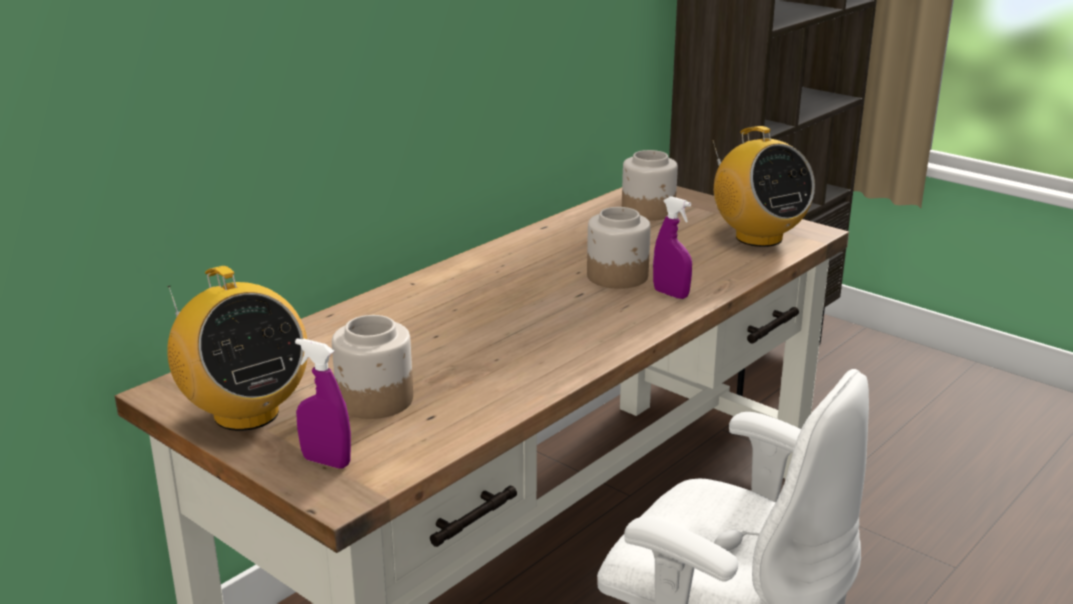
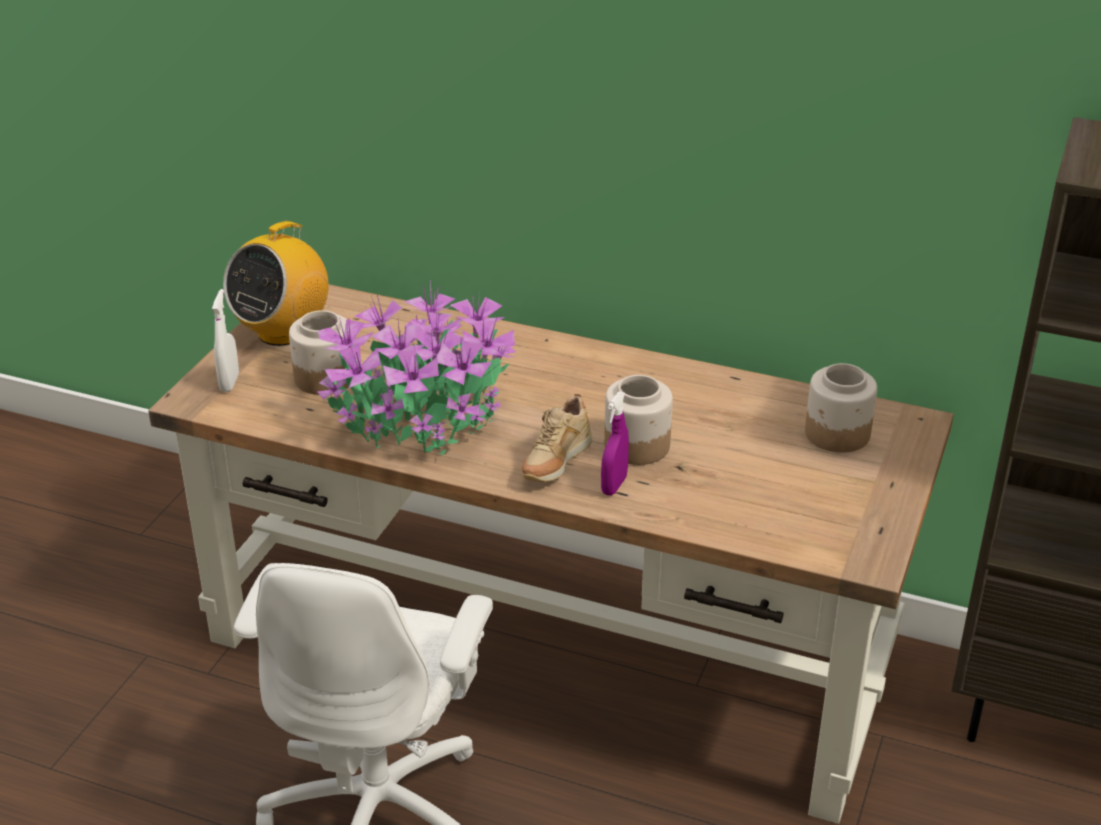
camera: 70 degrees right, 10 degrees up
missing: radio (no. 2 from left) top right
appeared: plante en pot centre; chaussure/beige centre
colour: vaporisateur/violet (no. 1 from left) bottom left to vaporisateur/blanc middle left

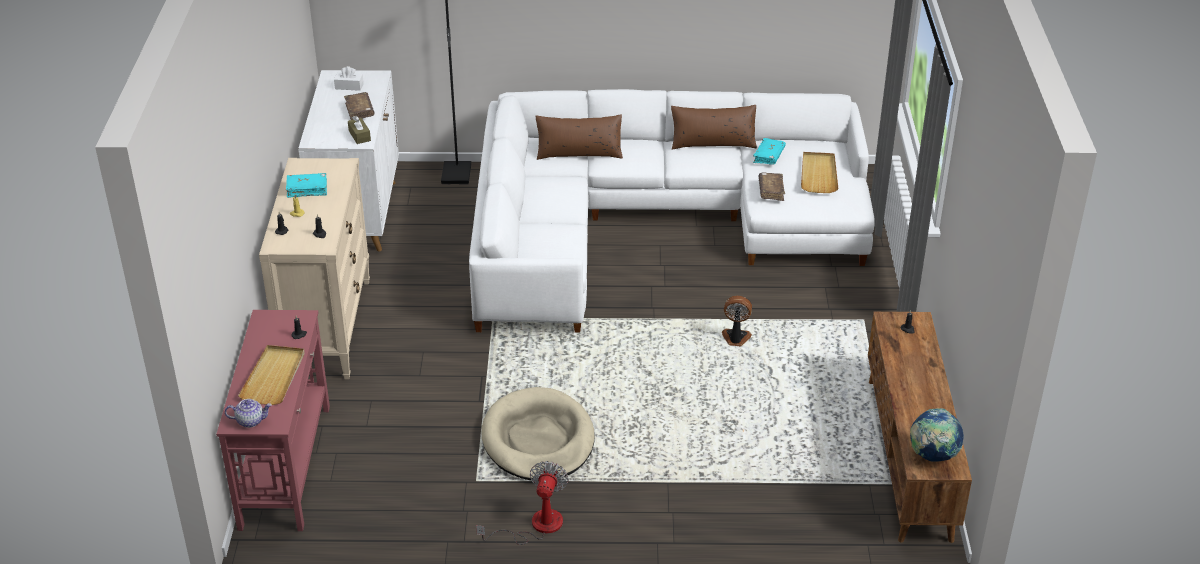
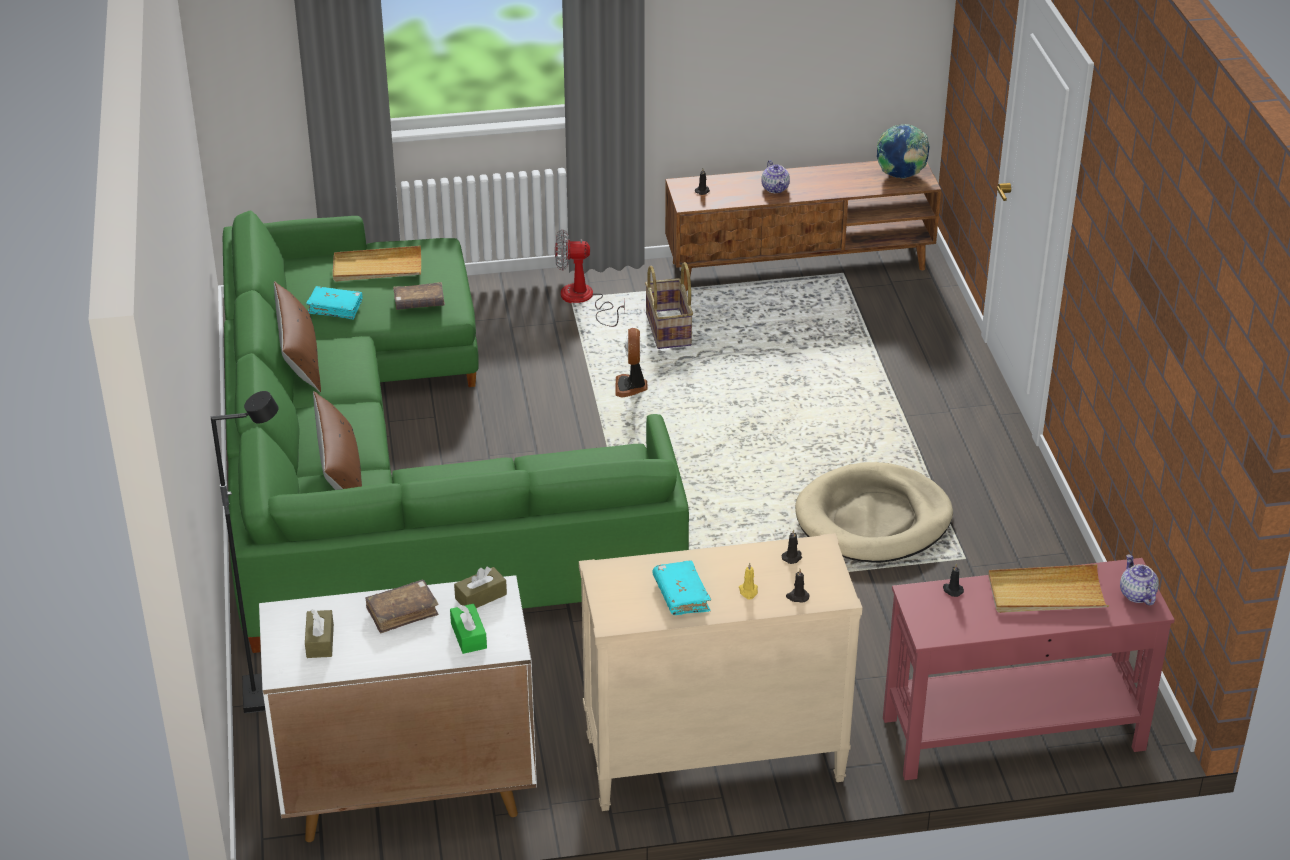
camera: 100 degrees left, 0 degrees up
appeared: théière (no. 1 from left) top centre; panier centre; boîte à mouchoirs/vert bottom centre
relocated: ventilateur (no. 1 from left) bottom centre to top centre
colour: boîte à mouchoirs/blanc top left to boîte à mouchoirs/marron (no. 1 from left) bottom left; canapé/blanc centre to canapé/vert centre

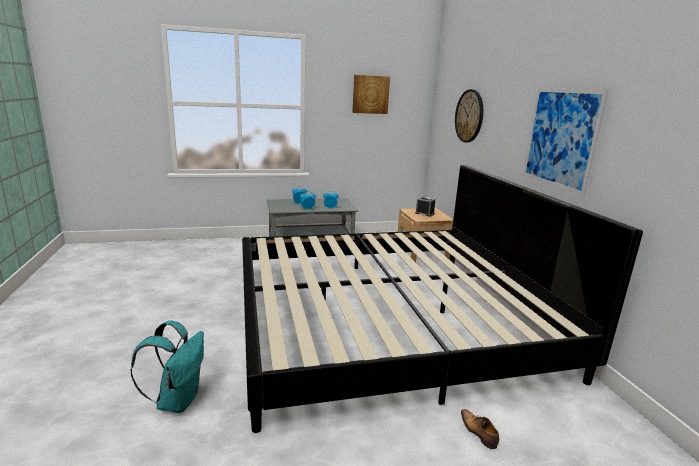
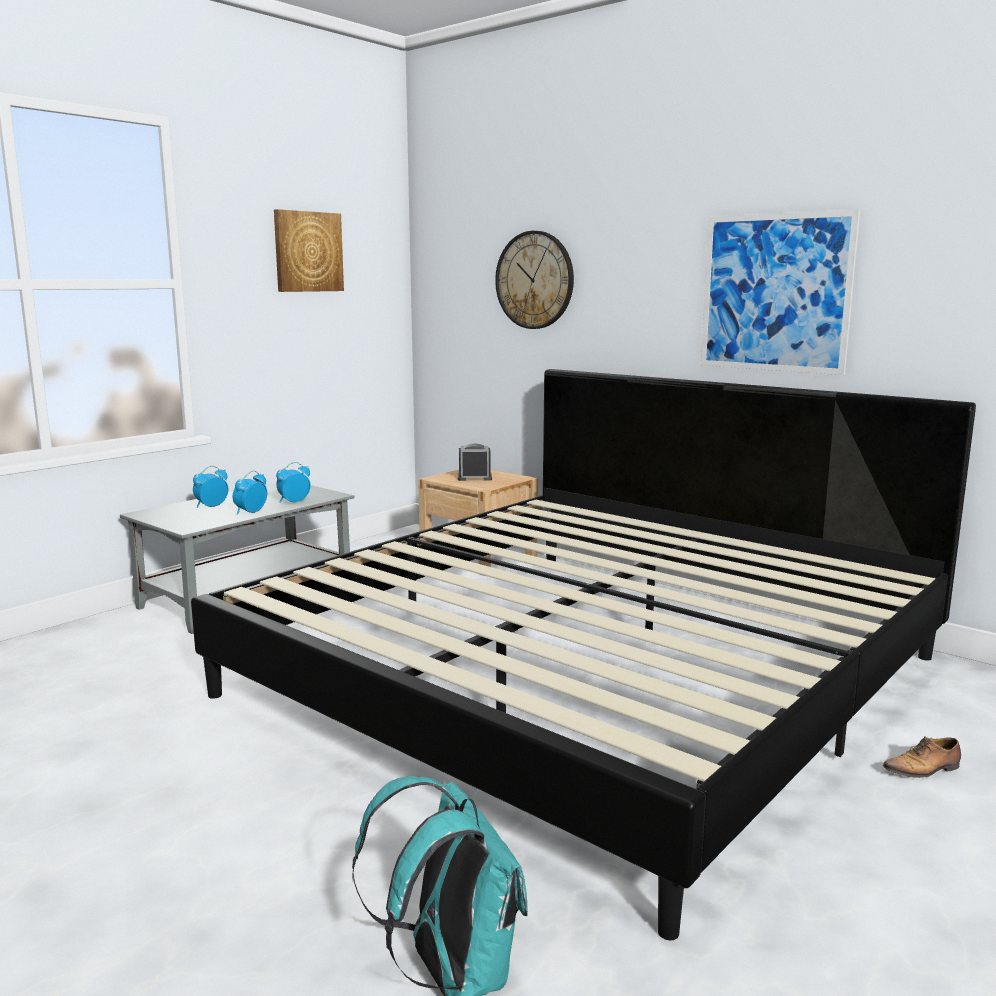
camera: 35 degrees left, 5 degrees down
spun: chaussure bottom right = bottom right 45 degrees counterclockwise

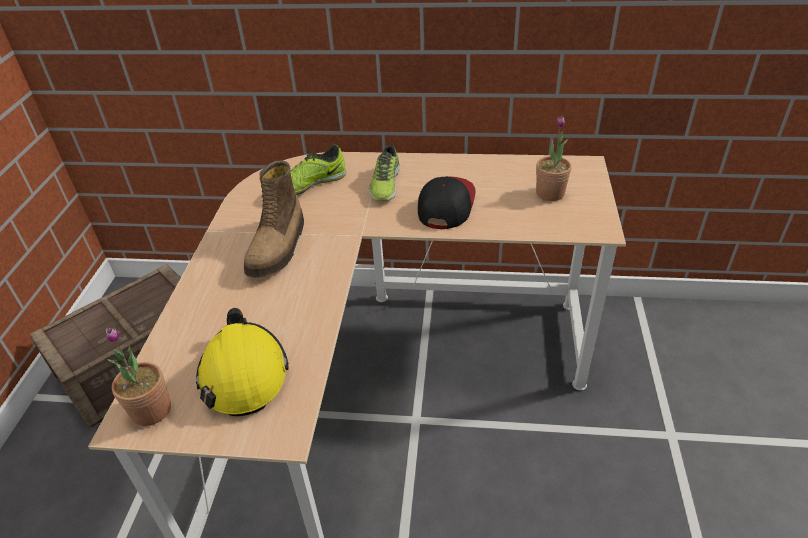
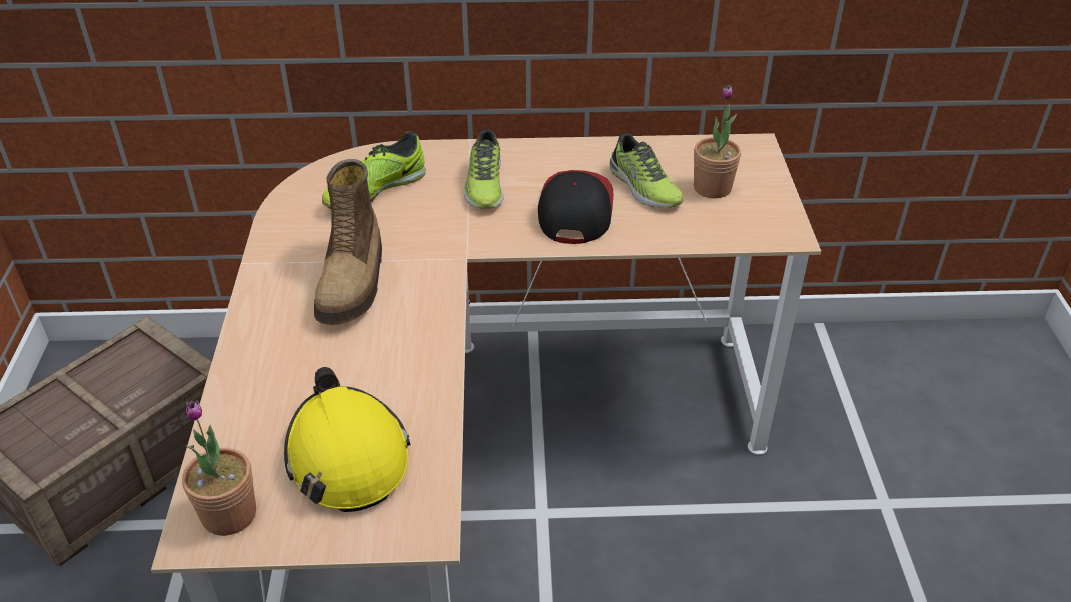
camera: 10 degrees left, 0 degrees up
appeared: chaussure (no. 3 from left) top centre

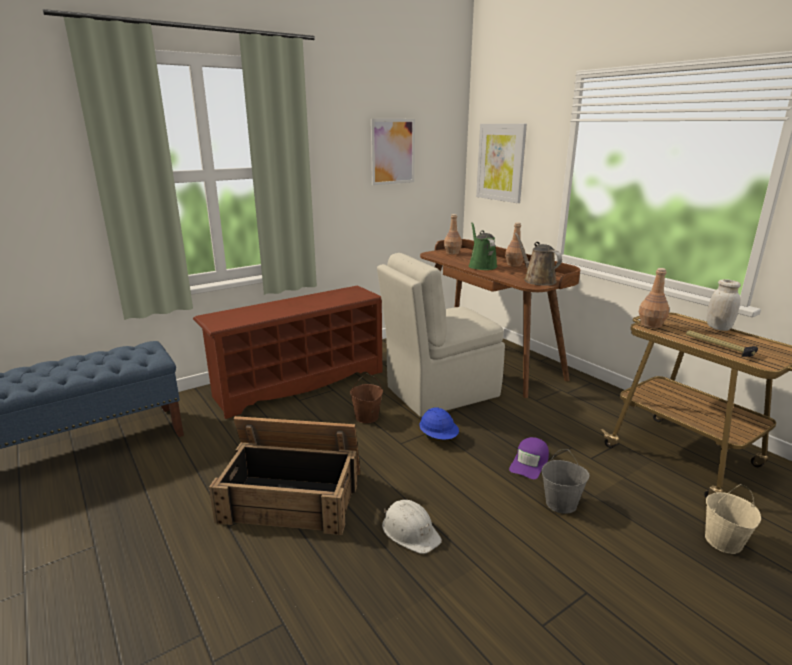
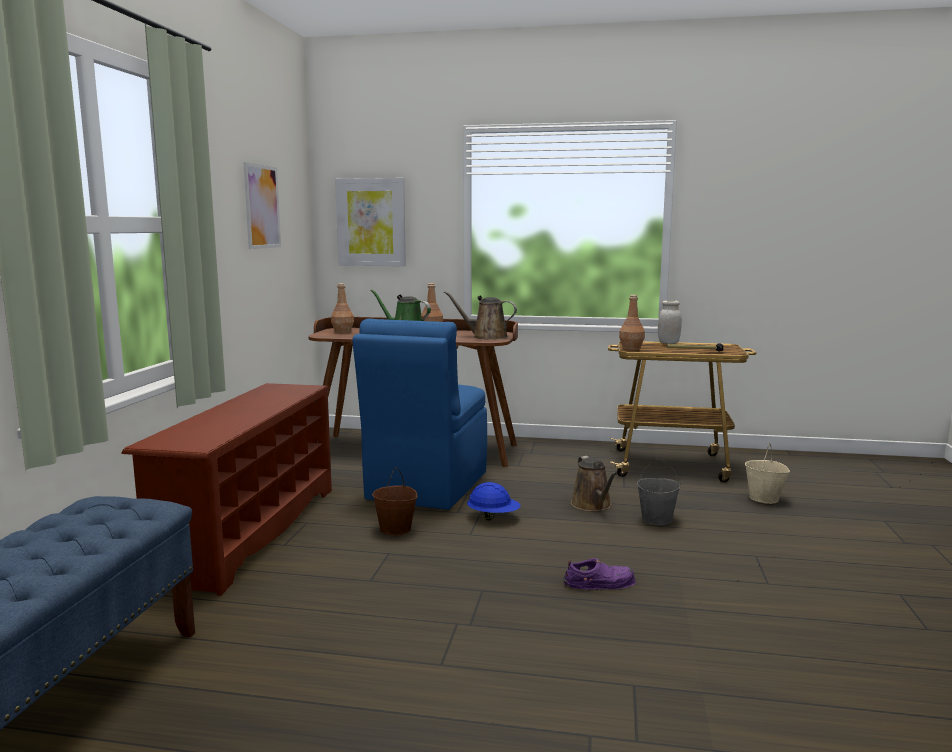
camera: 45 degrees left, 10 degrees down
missing: caisse bottom centre
exchanged: casquette/violet bottom right to arrosoir/marron (no. 2 from left) centre; casque de chantier/blanc bottom centre to chaussure/violet bottom centre
colour: chaise/beige centre to chaise/bleu centre

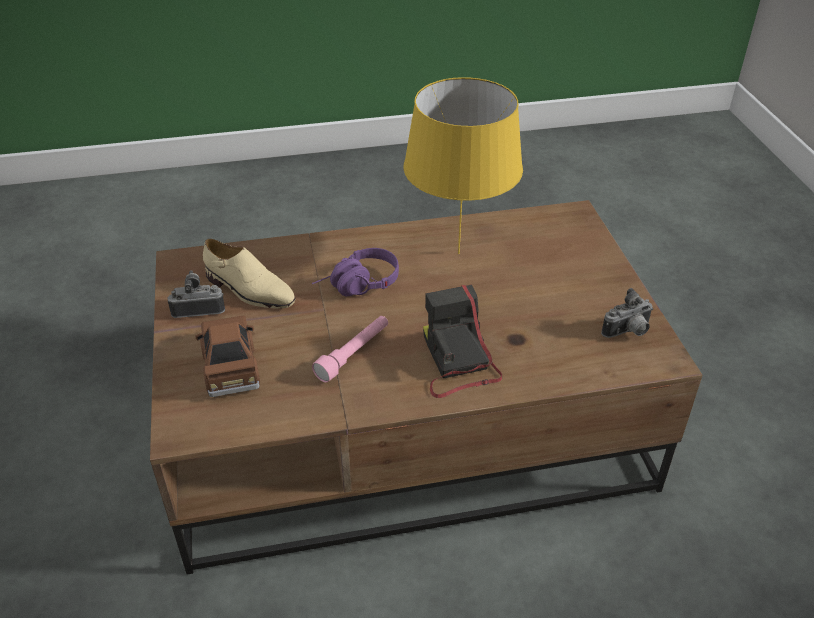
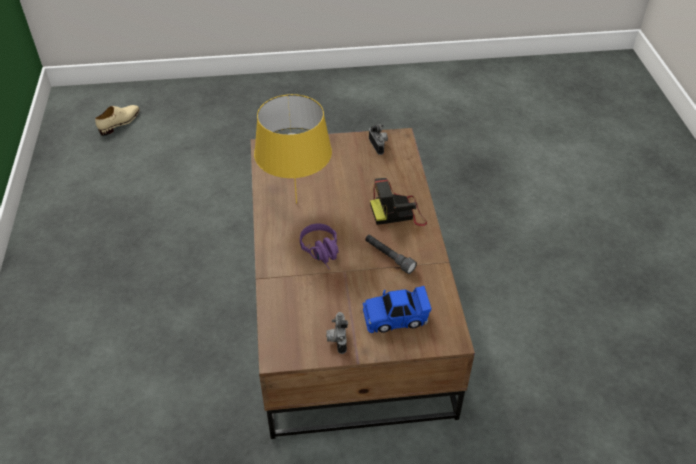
camera: 85 degrees left, 5 degrees up
relocated: chaussure/beige middle left to top left
colour: petite voiture/marron middle left to petite voiture/bleu centre; lampe de poche/rose centre to lampe de poche/gris centre

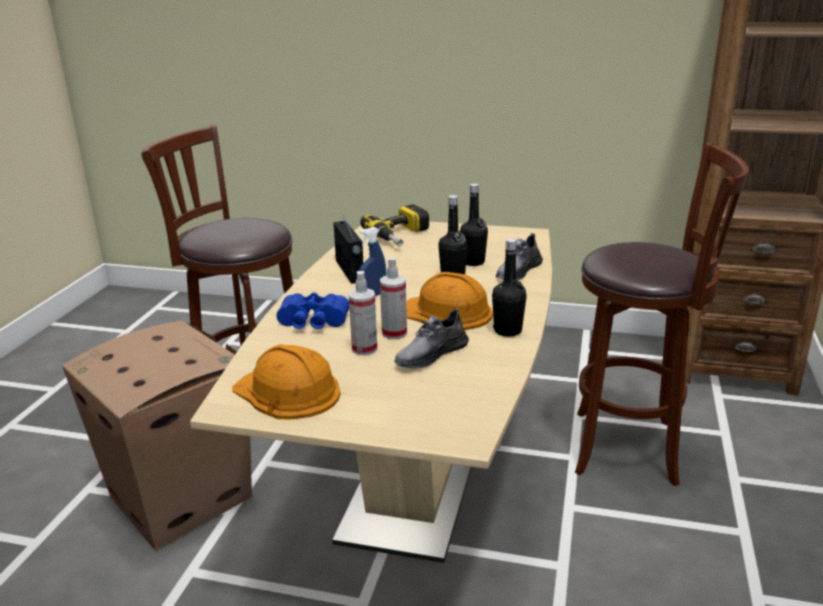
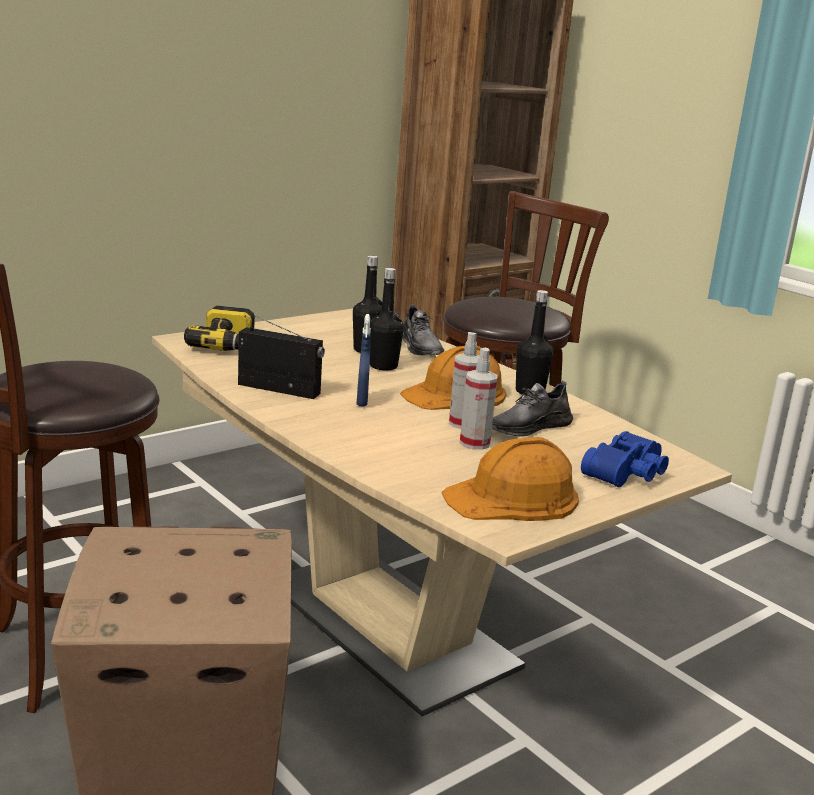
camera: 55 degrees left, 5 degrees down
relocated: jumelles/bleu centre to middle right
spun: chaussure/gris (no. 1 from left in the first image) centre = centre 60 degrees clockwise

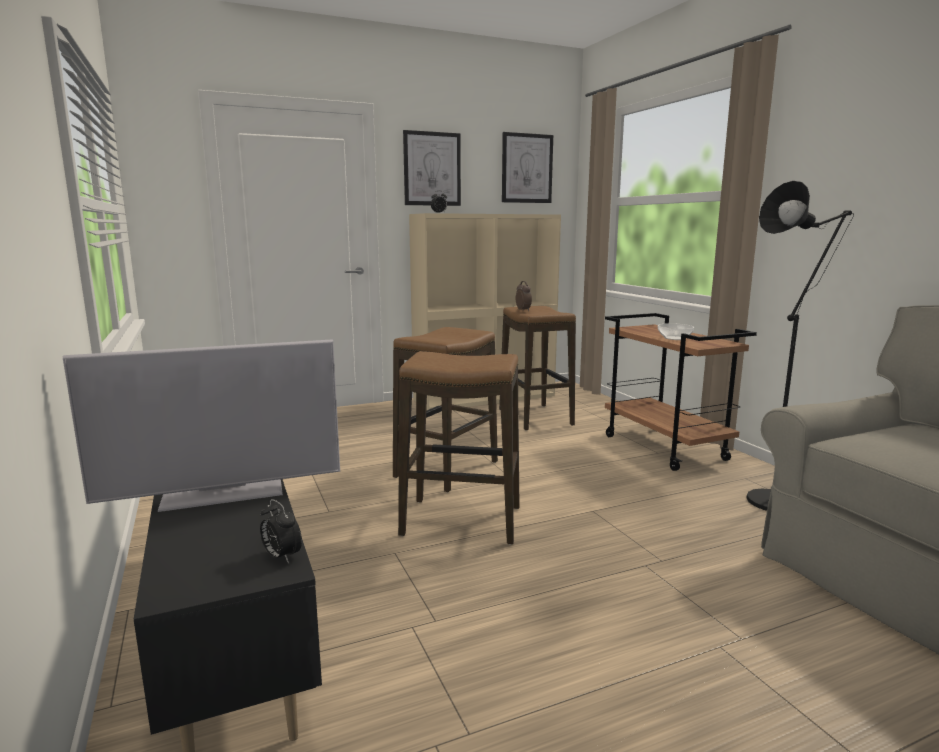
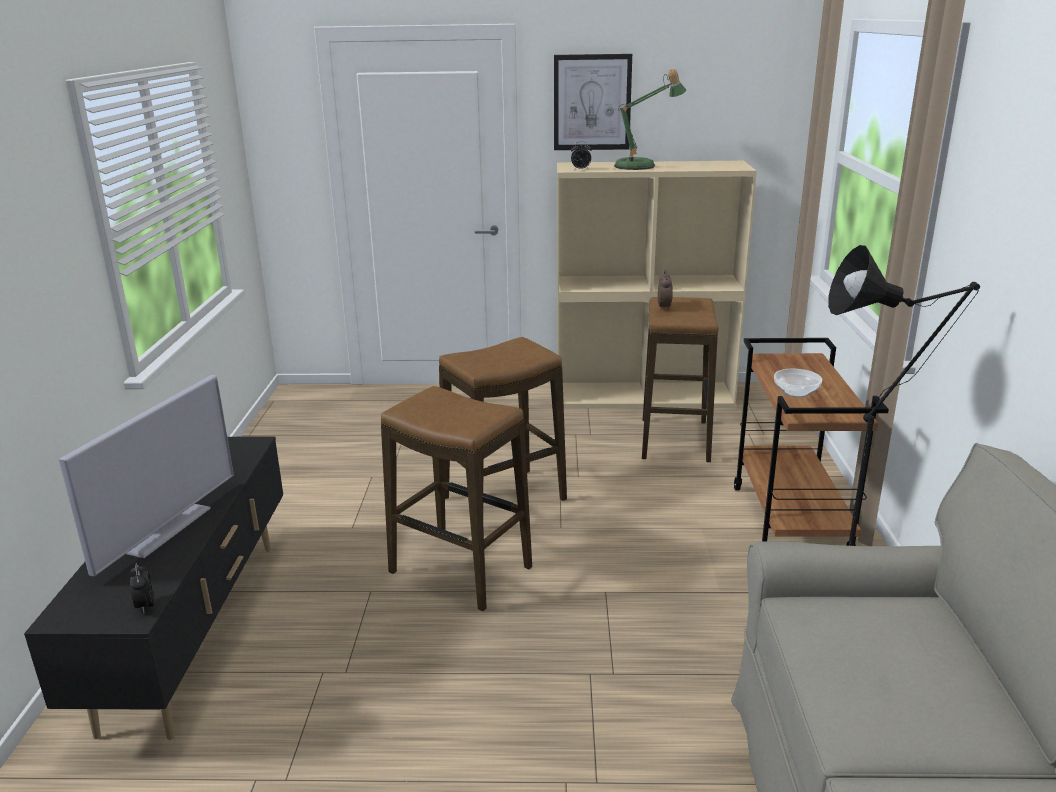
camera: 25 degrees right, 10 degrees up
missing: tableau (no. 2 from left) top centre
appeared: lampe de table top centre
spun: téléviseur middle left = middle left 75 degrees counterclockwise

